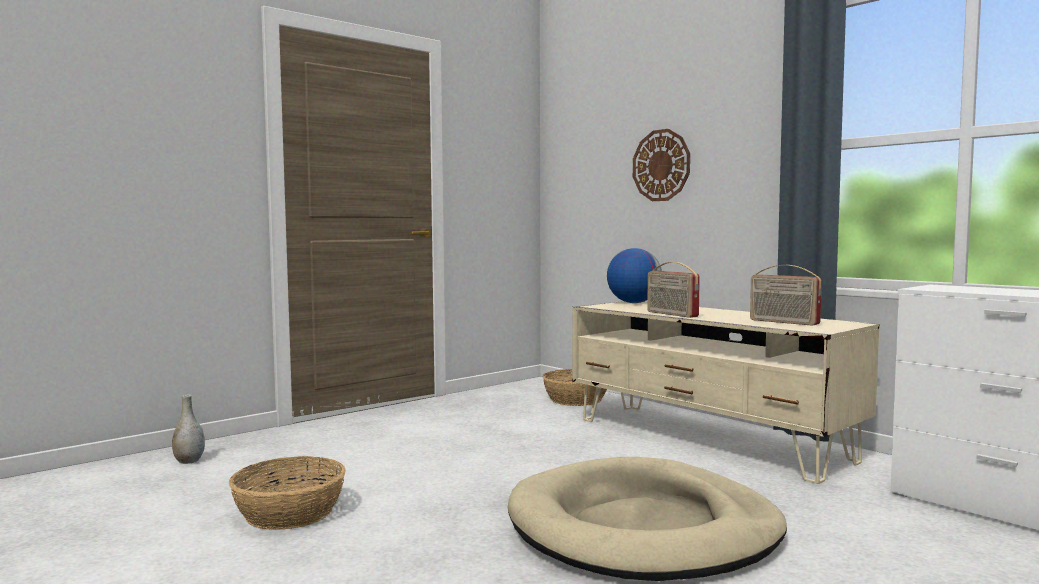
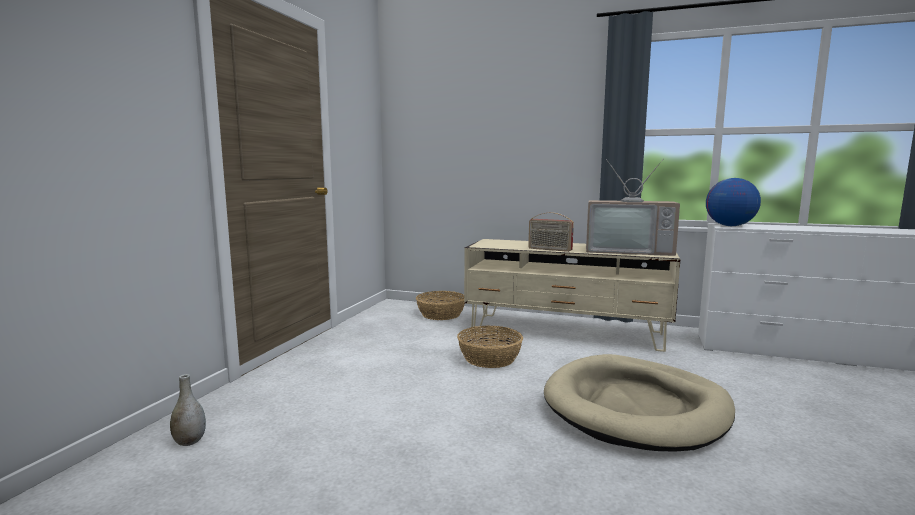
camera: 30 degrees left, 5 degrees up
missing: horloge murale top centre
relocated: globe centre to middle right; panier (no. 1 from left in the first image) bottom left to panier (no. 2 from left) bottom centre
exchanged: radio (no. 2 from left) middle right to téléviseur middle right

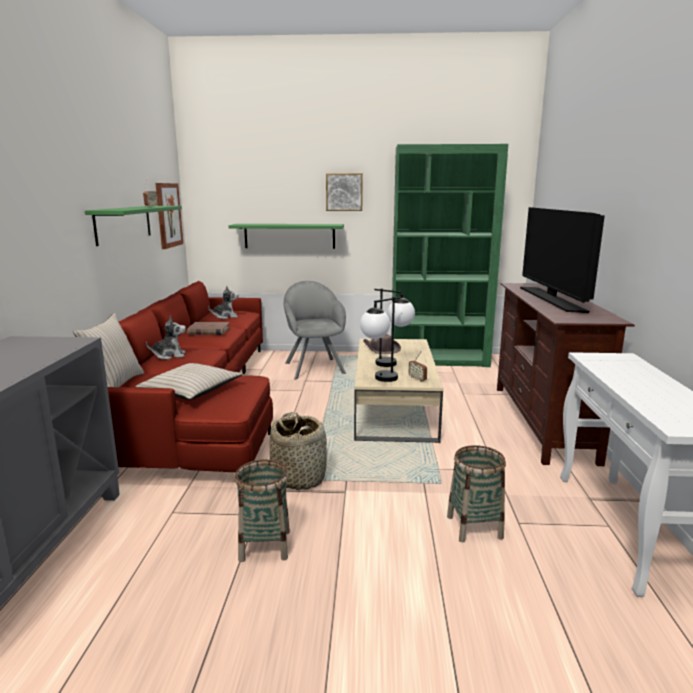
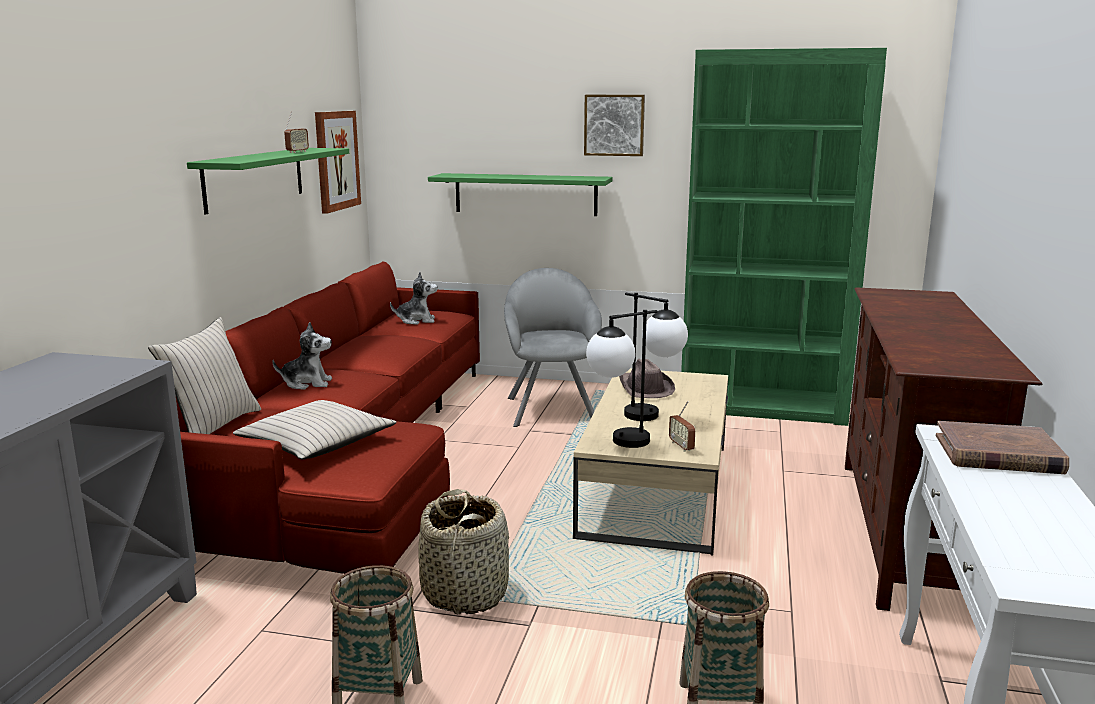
camera: 10 degrees right, 0 degrees up
missing: téléviseur middle right
relocated: livre/marron middle left to middle right

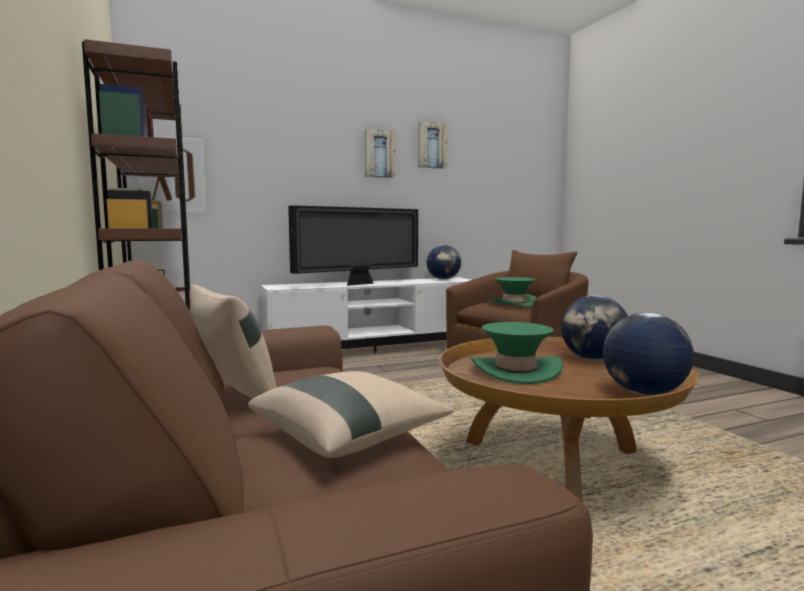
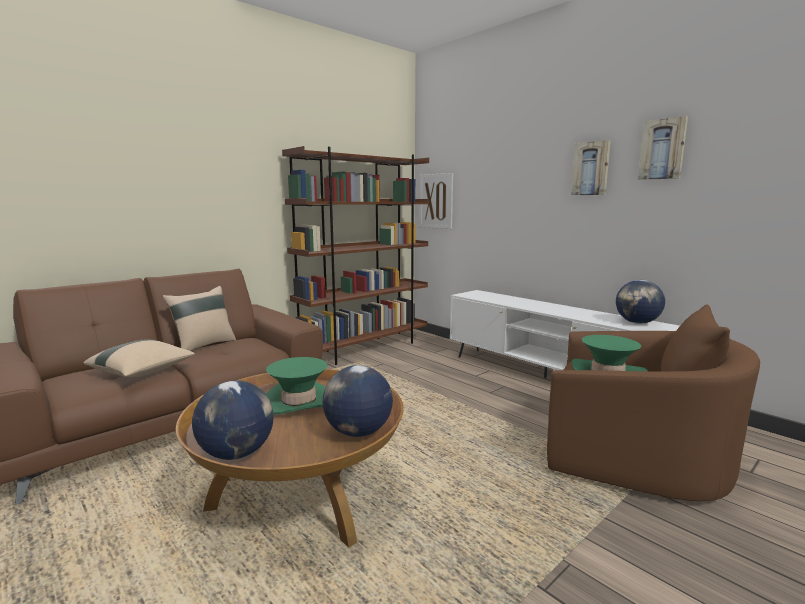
camera: 70 degrees right, 5 degrees up
missing: téléviseur centre

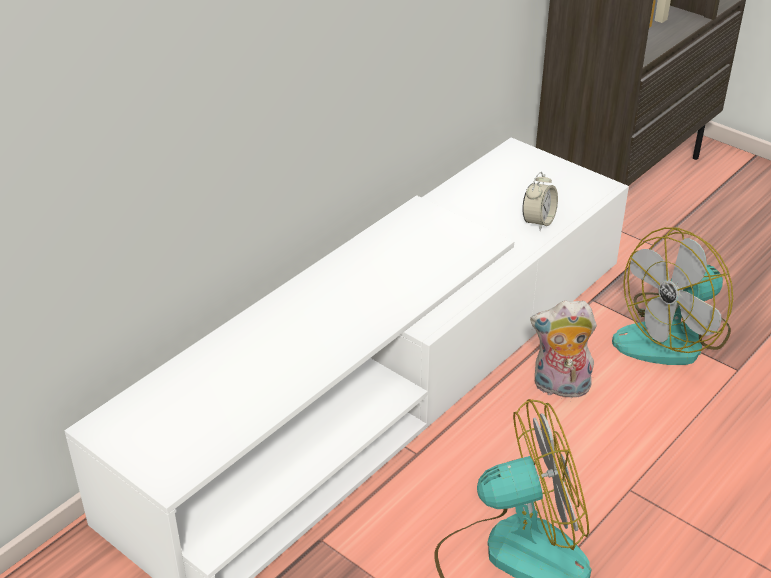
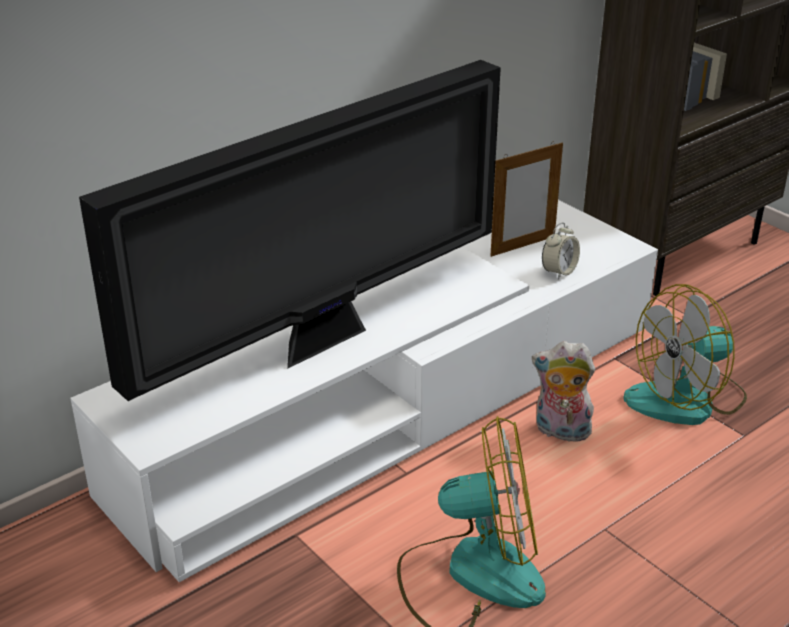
camera: 10 degrees right, 5 degrees down
appeared: téléviseur centre; cadre photo top right

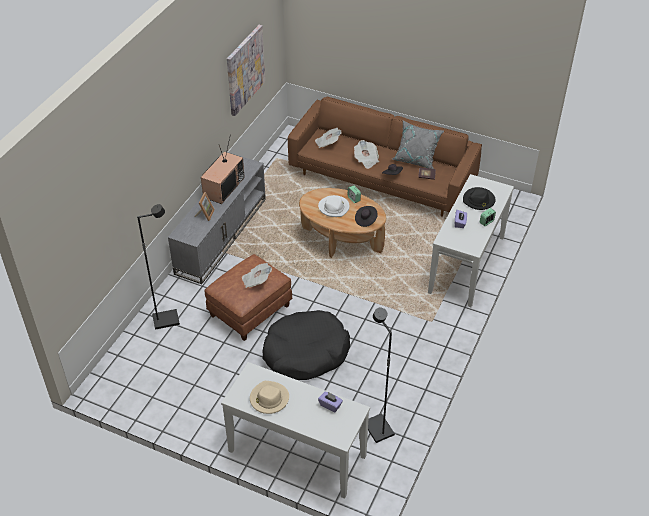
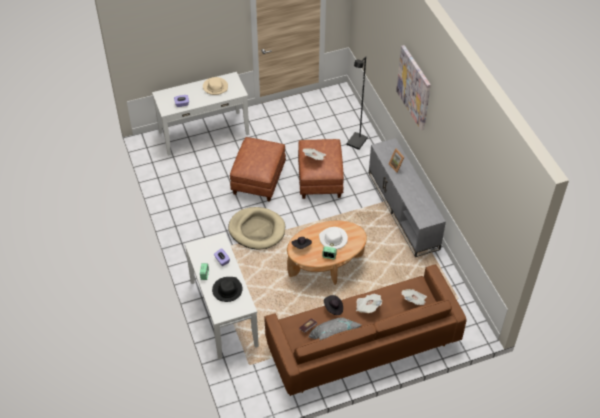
camera: 135 degrees right, 5 degrees up
missing: téléviseur top centre; lampadaire/noir (no. 2 from left) bottom centre
appeared: panier pour chien/beige centre
relocated: tableau top centre to top right
exchanged: panier pour chien/noir bottom centre to pouf/marron (no. 1 from left) centre

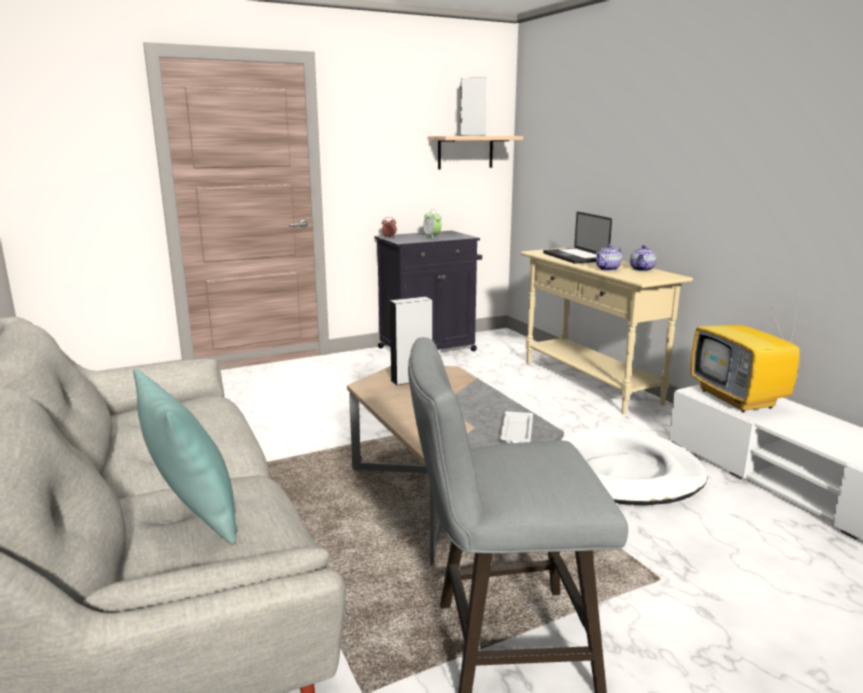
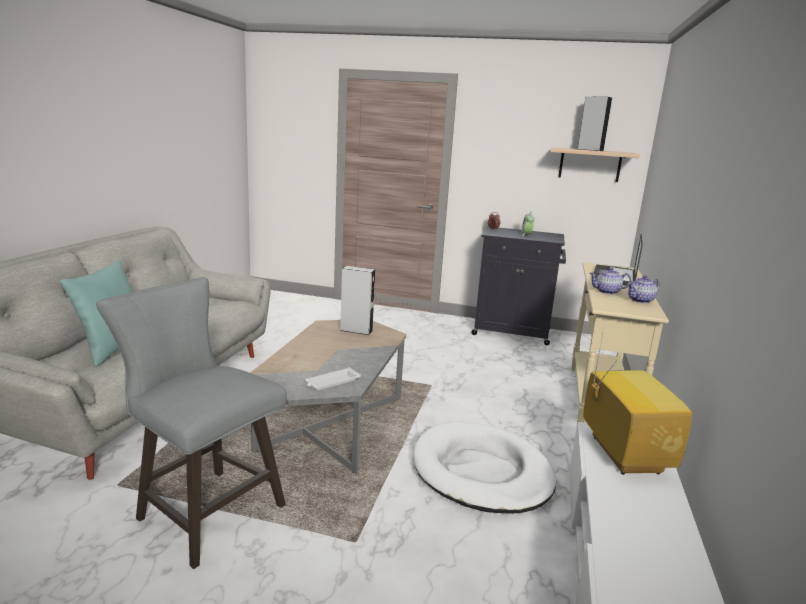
camera: 40 degrees right, 0 degrees up
spun: téléviseur middle right = middle right 150 degrees clockwise

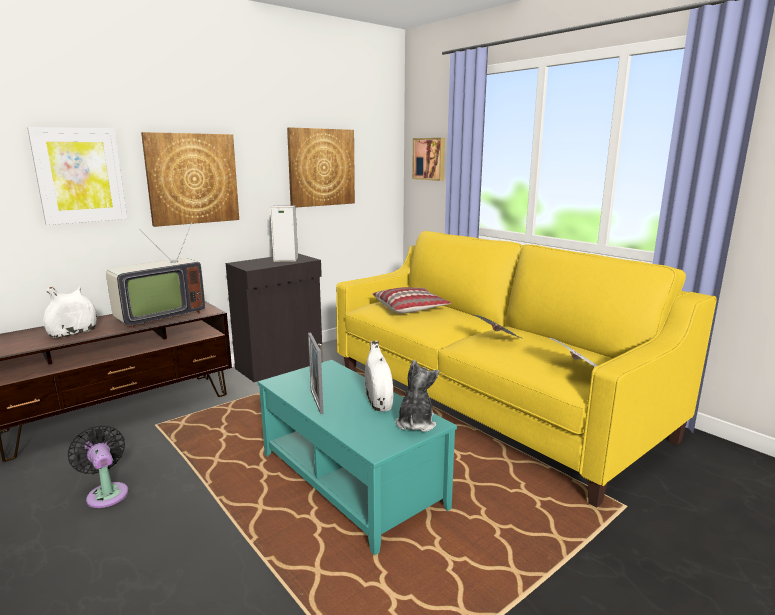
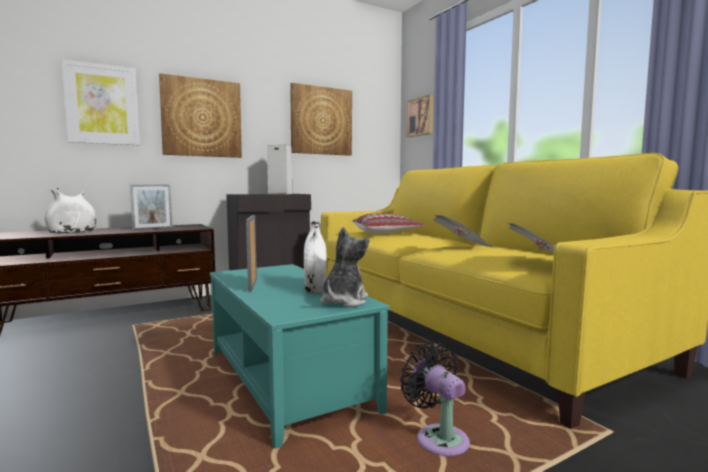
camera: 10 degrees right, 10 degrees down
relocated: ventilateur/noir bottom left to bottom centre
exchanged: téléviseur middle left to cadre photo (no. 1 from left) middle left

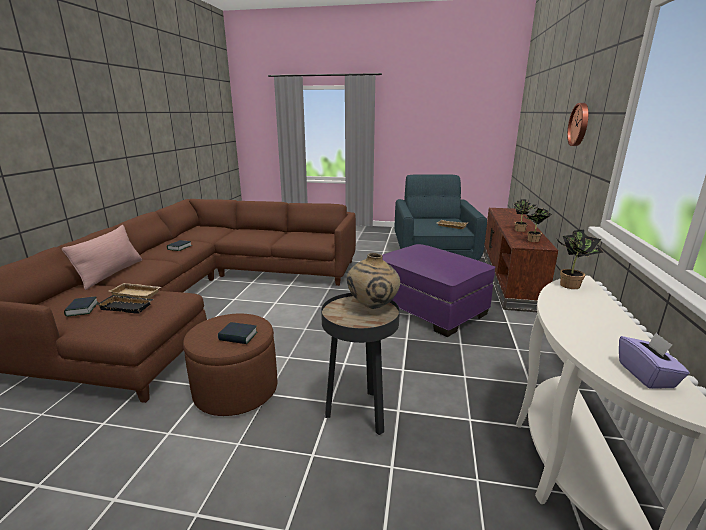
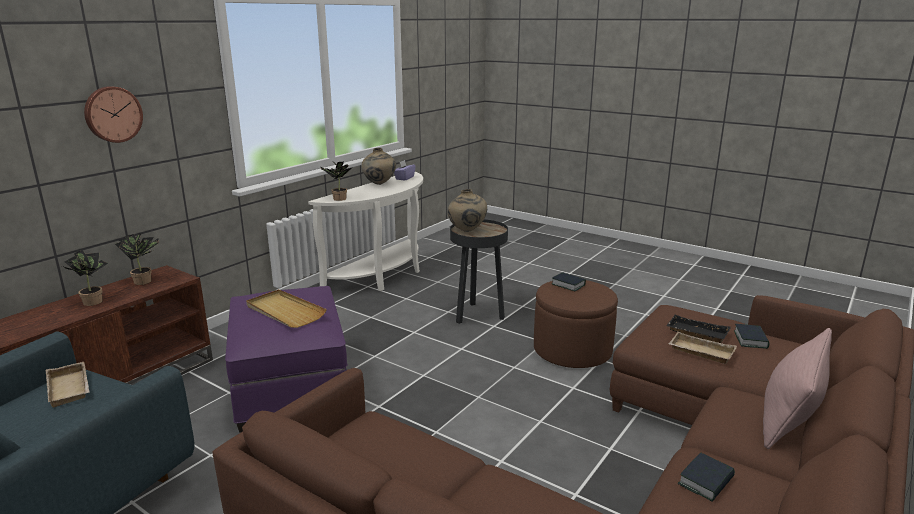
camera: 155 degrees left, 0 degrees up
appeared: vase/beige (no. 1 from left) top centre; plateau/beige (no. 2 from left) middle left

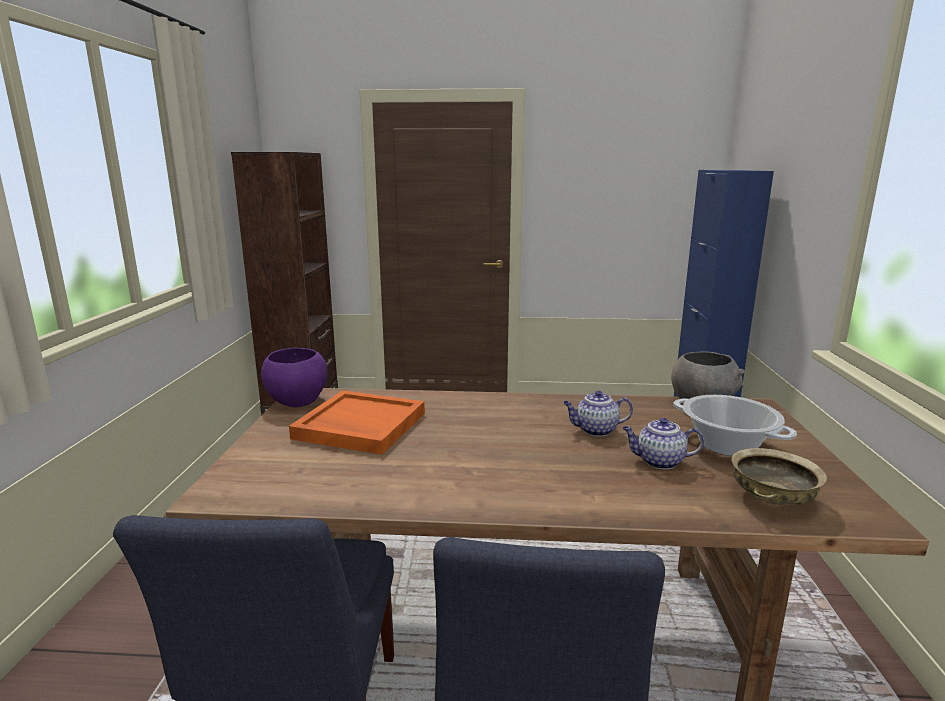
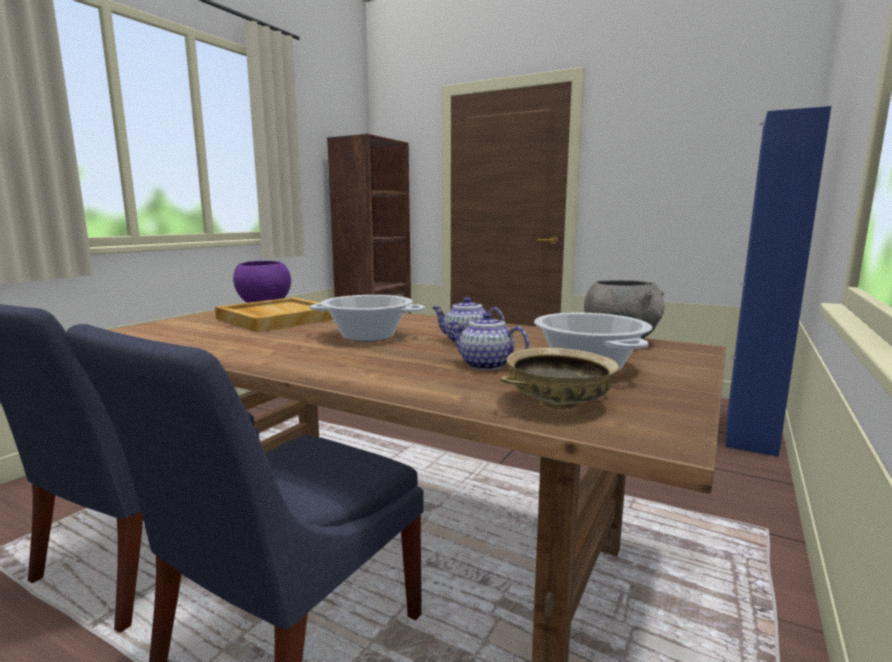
camera: 25 degrees right, 5 degrees down
appeared: marmite (no. 1 from left) centre
colour: plateau/orange centre to plateau/beige middle left

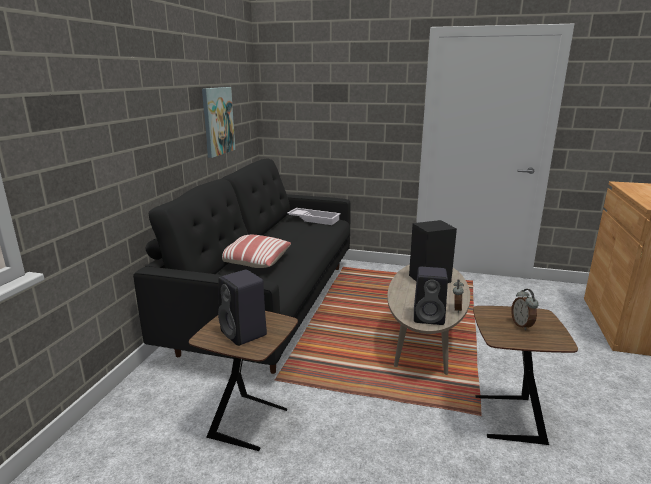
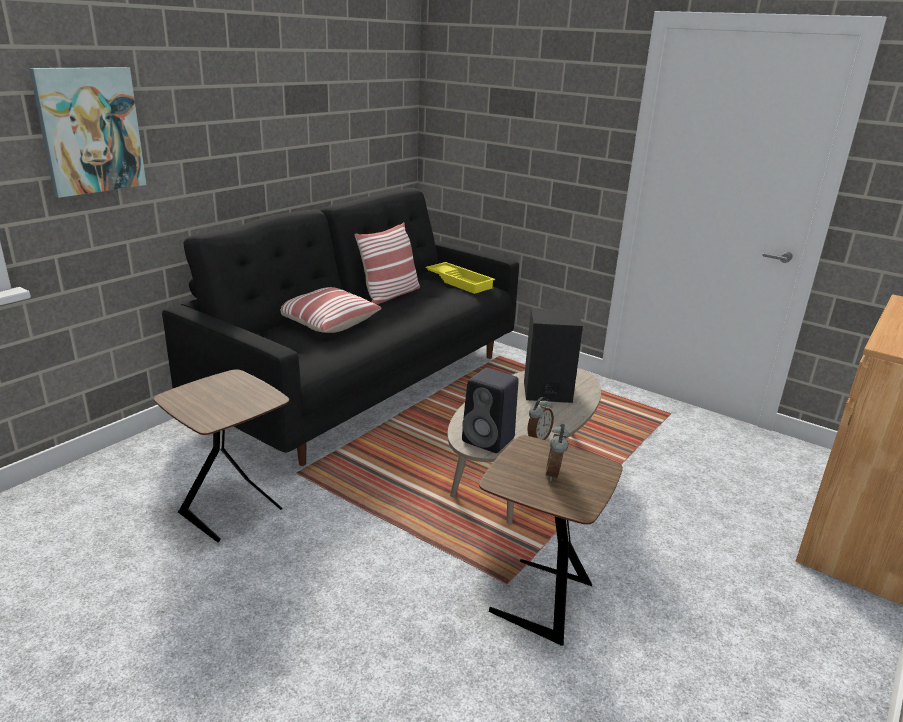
camera: 20 degrees right, 5 degrees up
missing: enceinte/noir (no. 1 from left) centre
appeared: coussin (no. 2 from left) centre
relocated: tableau top centre to top left
colour: plateau/blanc centre to plateau/jaune centre

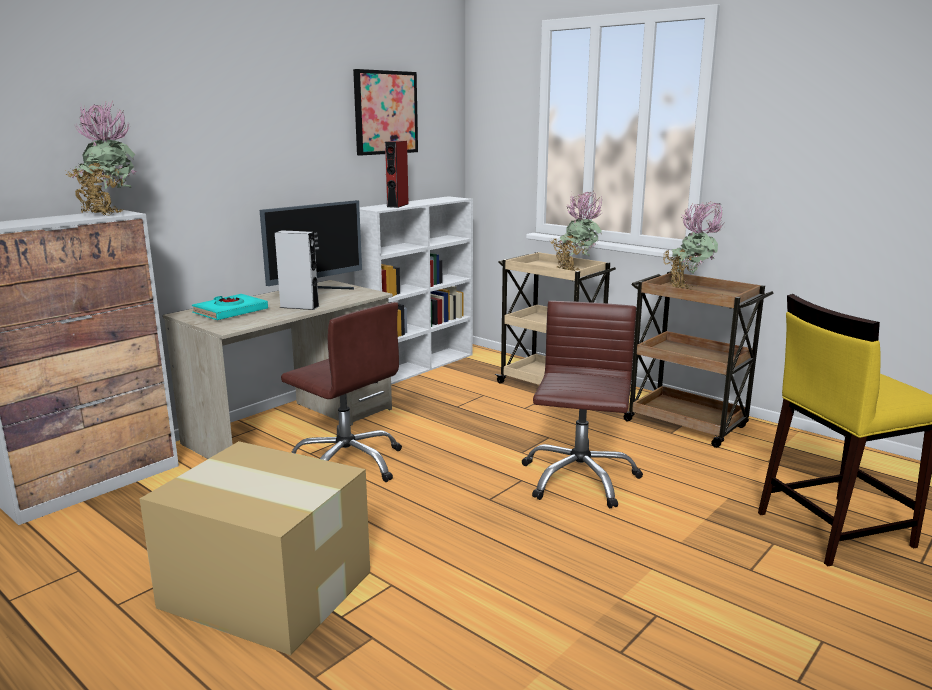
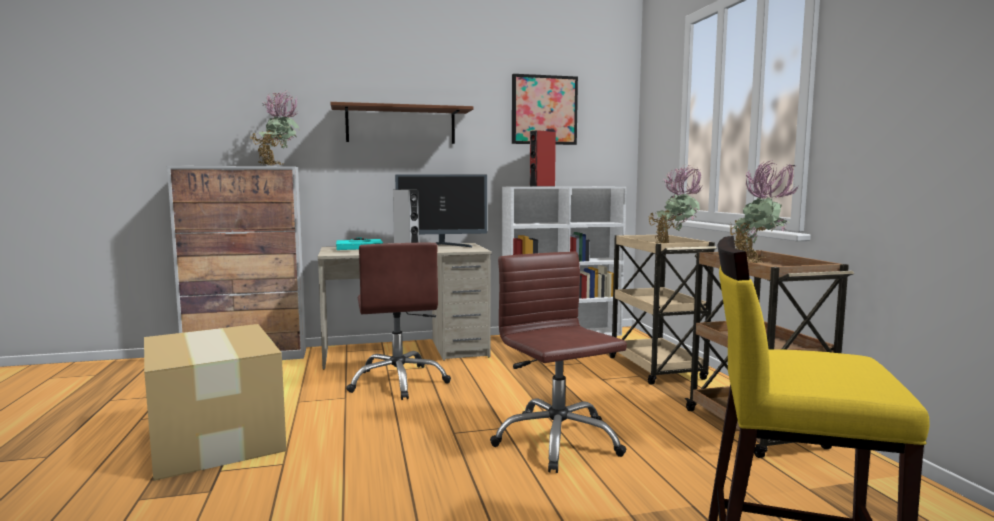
camera: 35 degrees right, 10 degrees down
appeared: étagère/marron top centre
spun: chaise de bureau/marron (no. 2 from left) centre = bottom centre 75 degrees counterclockwise

